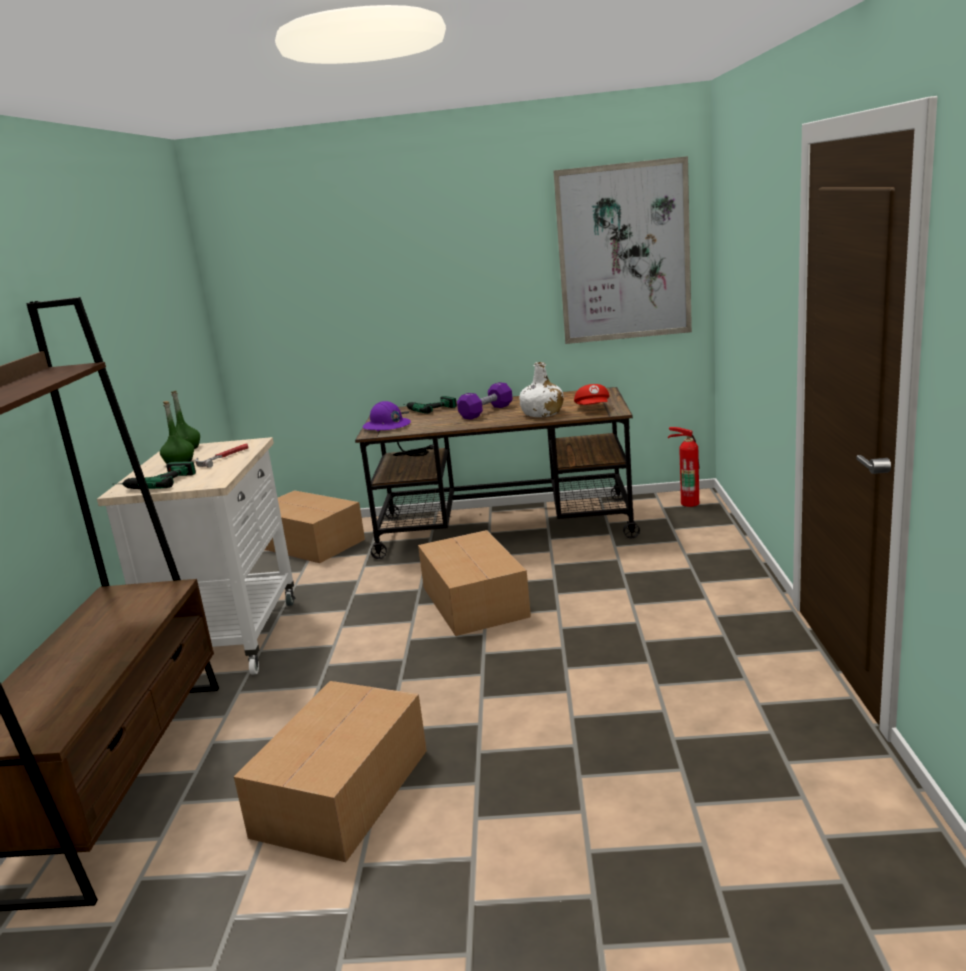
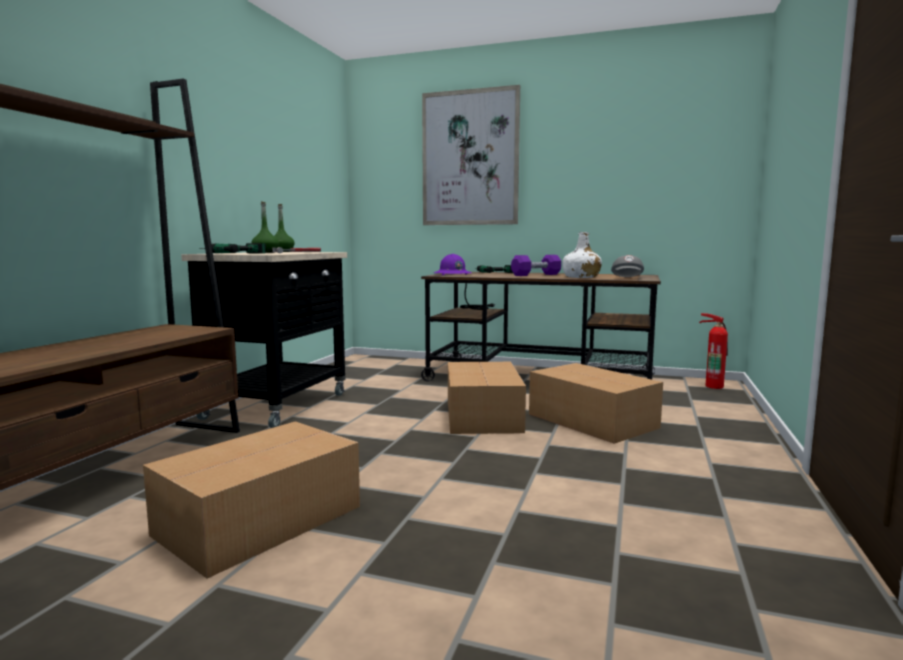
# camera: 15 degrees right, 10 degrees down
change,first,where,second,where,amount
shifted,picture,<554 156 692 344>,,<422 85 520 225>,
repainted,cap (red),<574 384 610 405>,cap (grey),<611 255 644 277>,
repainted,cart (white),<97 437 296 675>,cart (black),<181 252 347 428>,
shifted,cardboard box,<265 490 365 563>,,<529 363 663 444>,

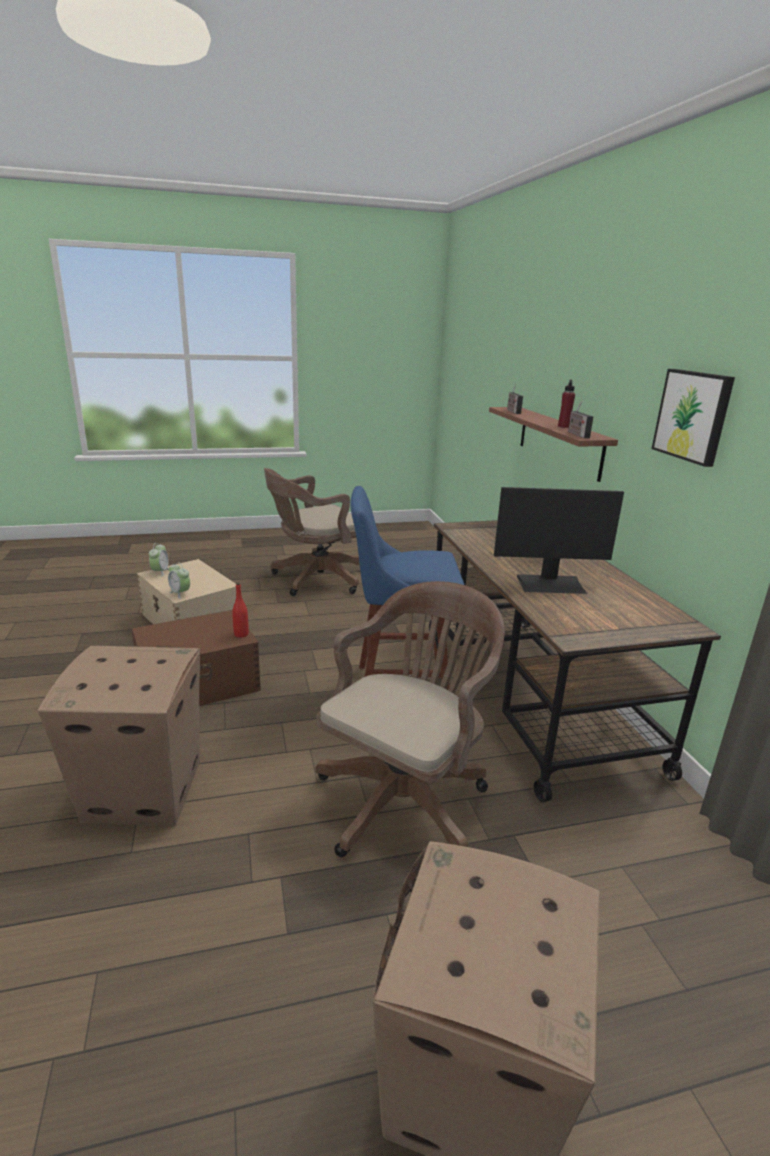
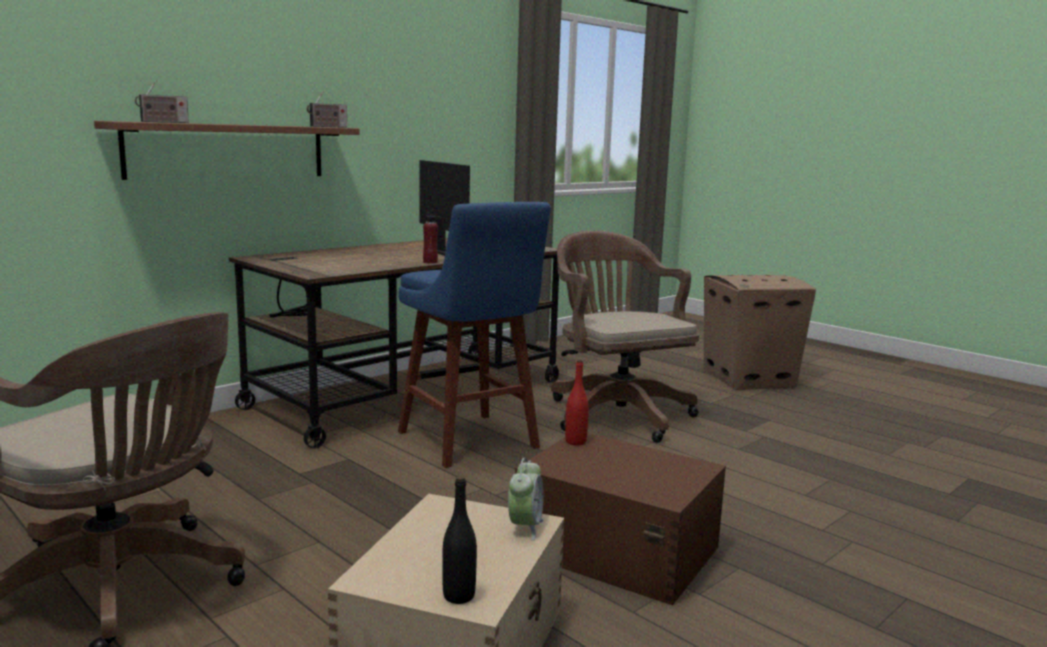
# camera: 120 degrees left, 10 degrees down
change,first,where,second,where,amount
gone,picture,<651 369 735 467>,,,
shifted,bottle (red),<558 380 575 428>,,<423 209 438 264>,
swapped,alarm clock,<149 543 169 577>,bottle (black),<442 476 477 604>,
rotated,office chair (brown),<315 581 505 857>,,<551 231 699 443>,60 degrees clockwise
gone,cardboard box,<38 646 200 826>,,,

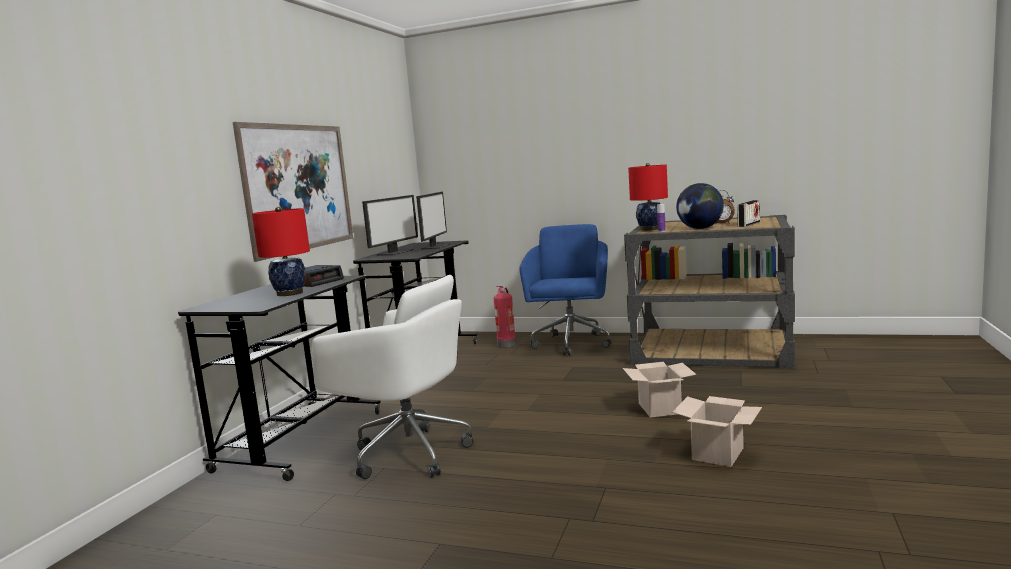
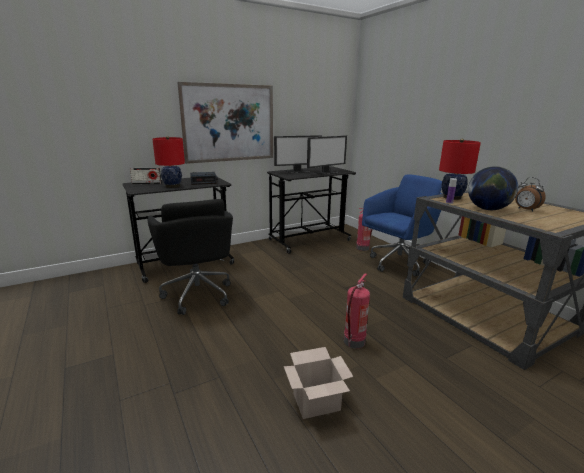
# camera: 40 degrees right, 10 degrees up
change,first,where,second,where,amount
shifted,radio,<737 200 760 227>,,<130 168 161 184>,
repainted,office chair (white),<312 275 473 479>,office chair (black),<147 199 233 315>,
swapped,cardboard box,<622 362 696 417>,fire extinguisher,<344 273 370 349>,

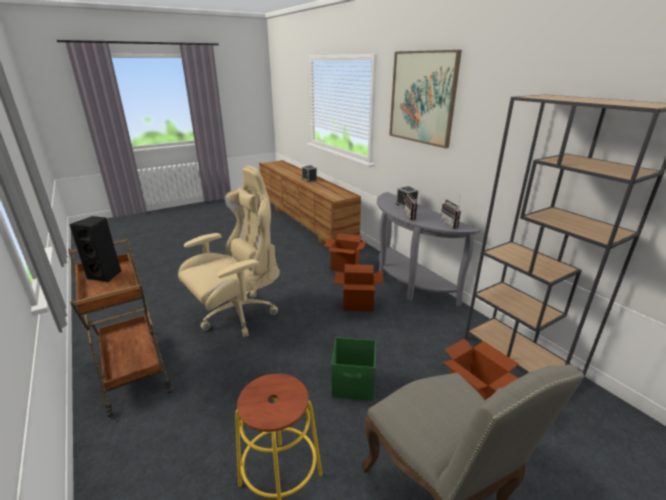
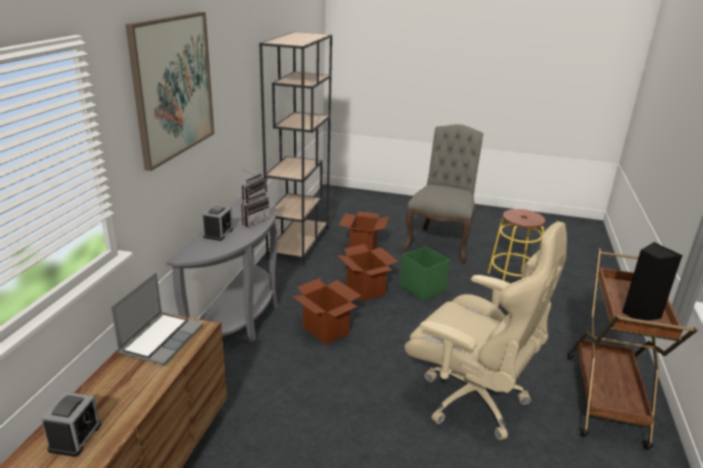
# camera: 135 degrees left, 0 degrees up
change,first,where,second,where,amount
rotated,office chair (beige),<178 166 280 337>,,<404 221 567 440>,150 degrees counterclockwise
shifted,cardboard box,<323 233 367 272>,,<337 244 398 301>,
new,,,laptop,<111 272 203 365>,

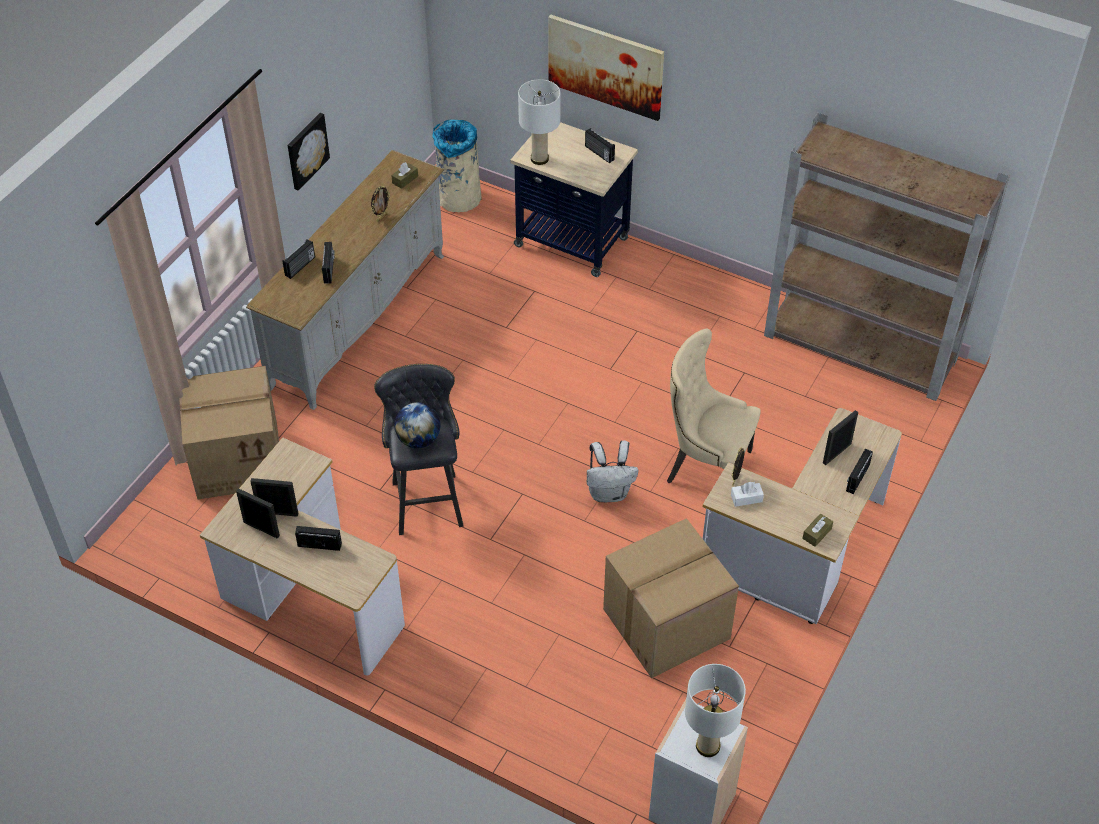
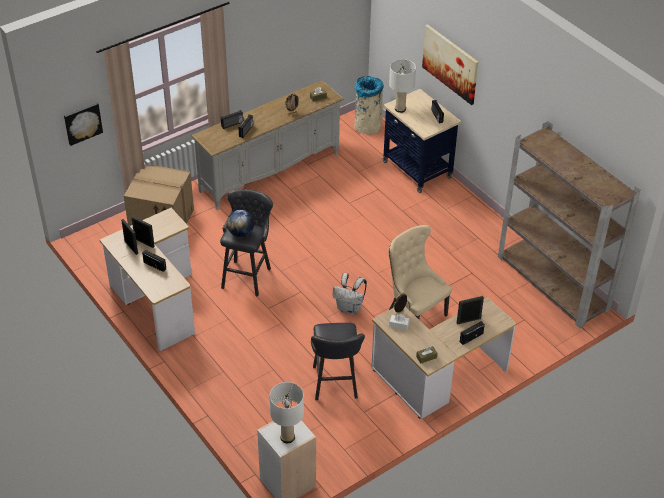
# camera: 25 degrees right, 5 degrees down
change,first,where,second,where,amount
shifted,picture,<288 113 330 191>,,<64 103 103 146>,
swapped,cardboard box,<603 518 739 678>,stool (black),<311 323 365 400>,

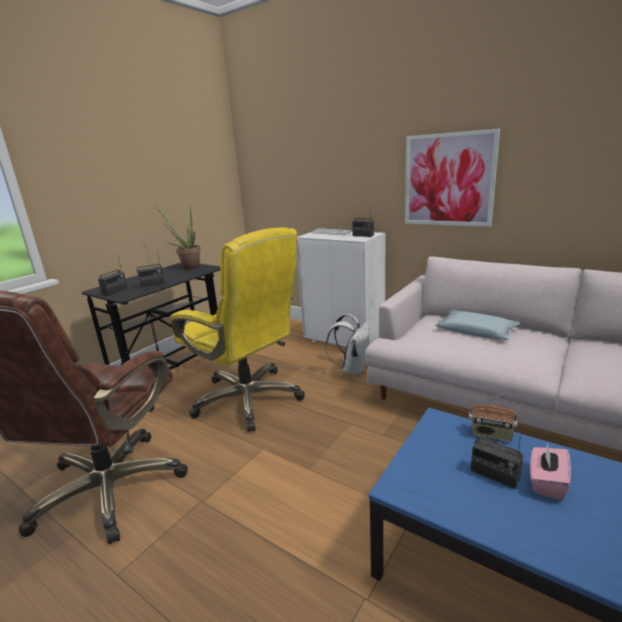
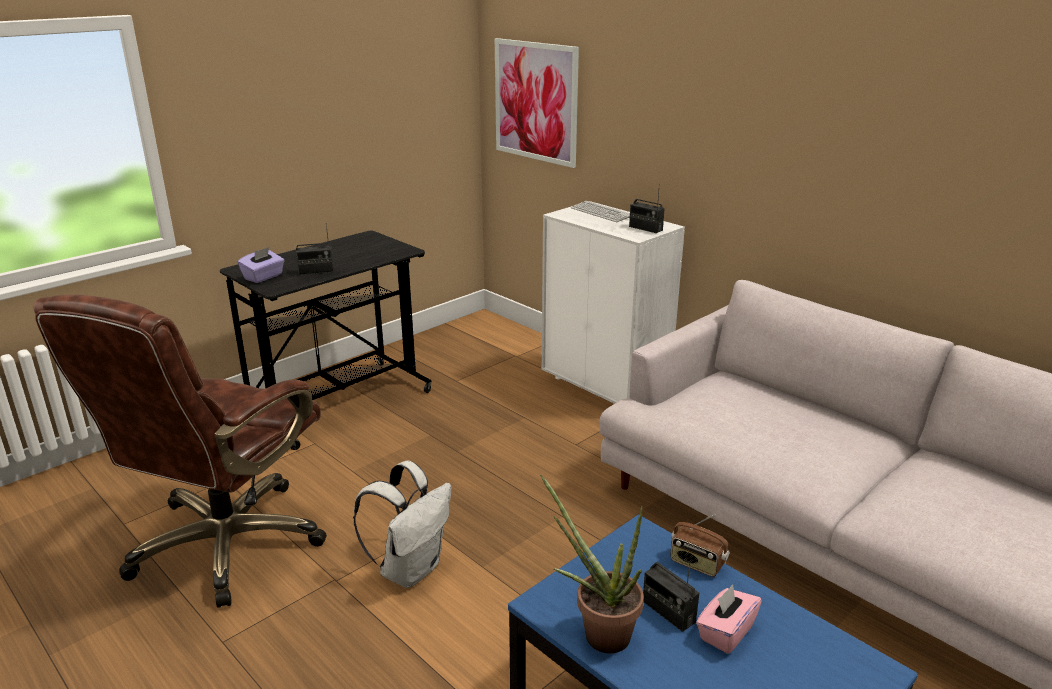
# camera: 10 degrees right, 5 degrees up
change,first,where,second,where,amount
shifted,picture,<405 128 500 227>,,<495 38 579 168>,
shifted,potted plant,<156 206 201 270>,,<540 475 644 654>,
gone,office chair (yellow),<171 228 305 432>,,,
swapped,radio,<98 254 128 296>,tissue box (purple),<237 247 284 283>,
gone,pillow (blue),<435 309 520 340>,,,
shifted,backpack (white),<325 314 369 376>,,<353 461 451 588>,

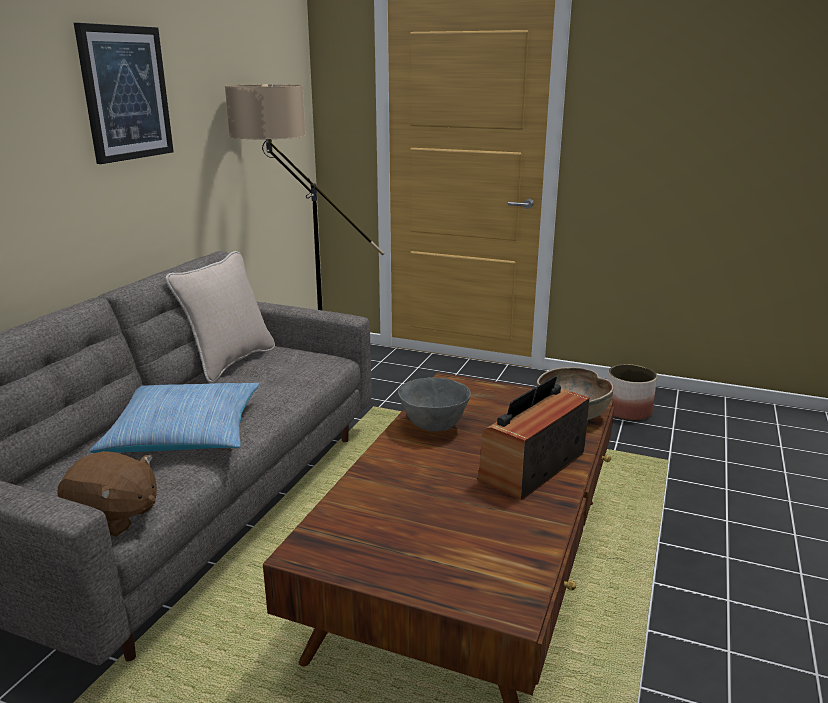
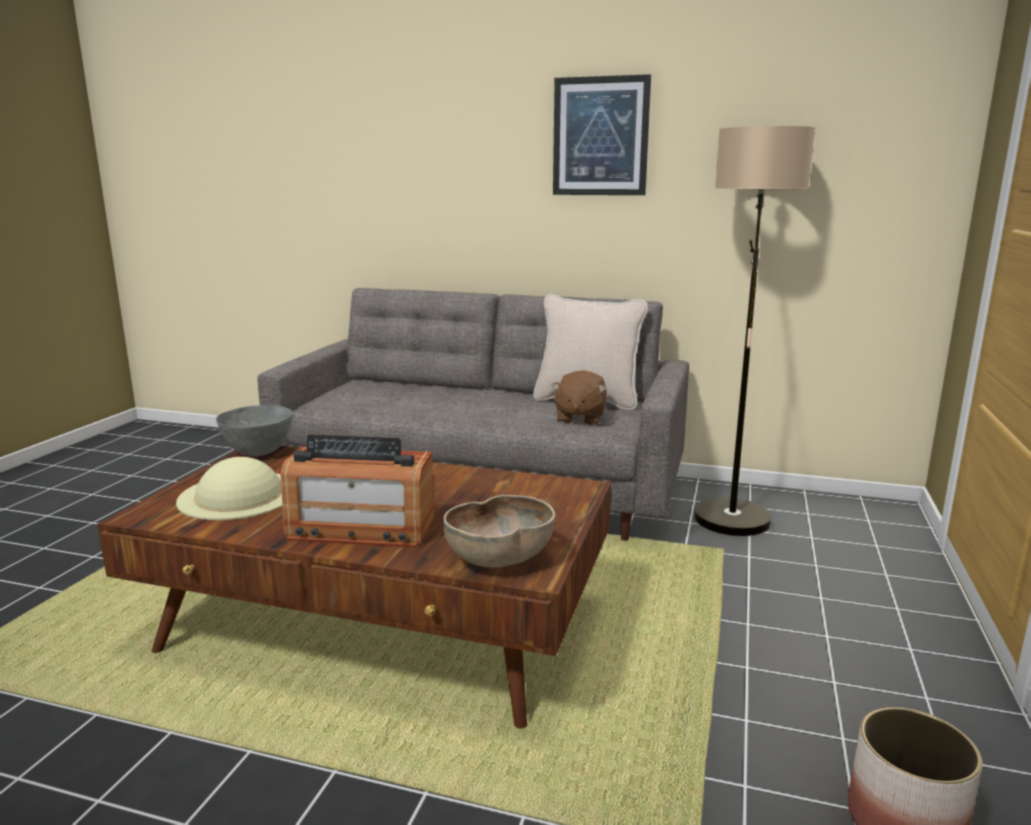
# camera: 85 degrees right, 5 degrees down
change,first,where,second,where,amount
rotated,radio,<477 376 590 500>,,<280 435 434 547>,150 degrees clockwise
shifted,bowl (grey),<398 377 471 432>,,<216 405 293 456>,
gone,pillow,<89 383 260 453>,,,
shifted,plush toy (brown),<57 451 157 536>,,<551 370 607 426>,
new,,,hat (beige),<176 457 283 520>,

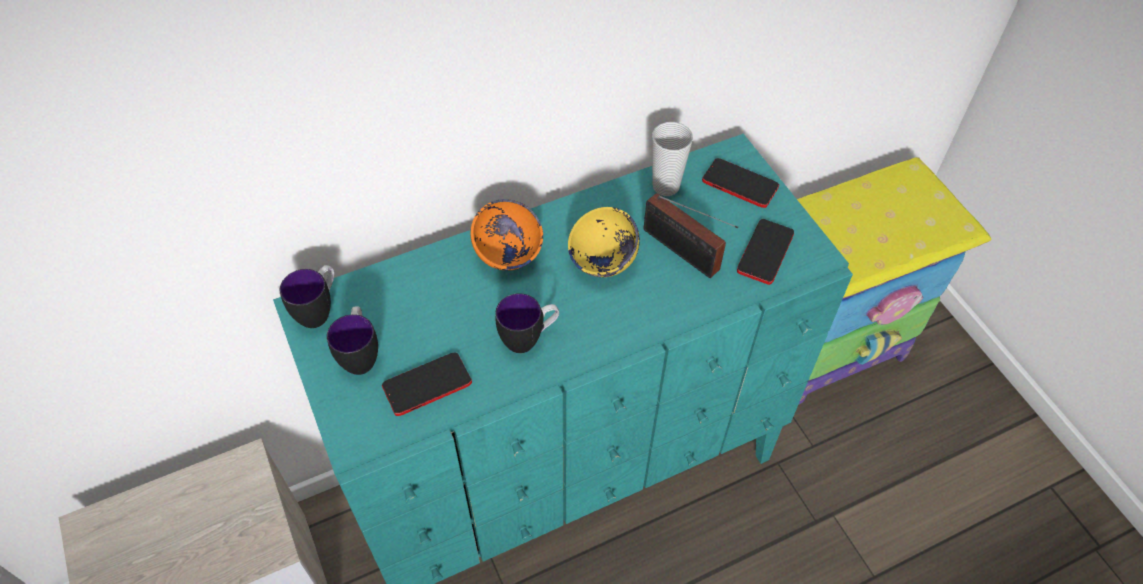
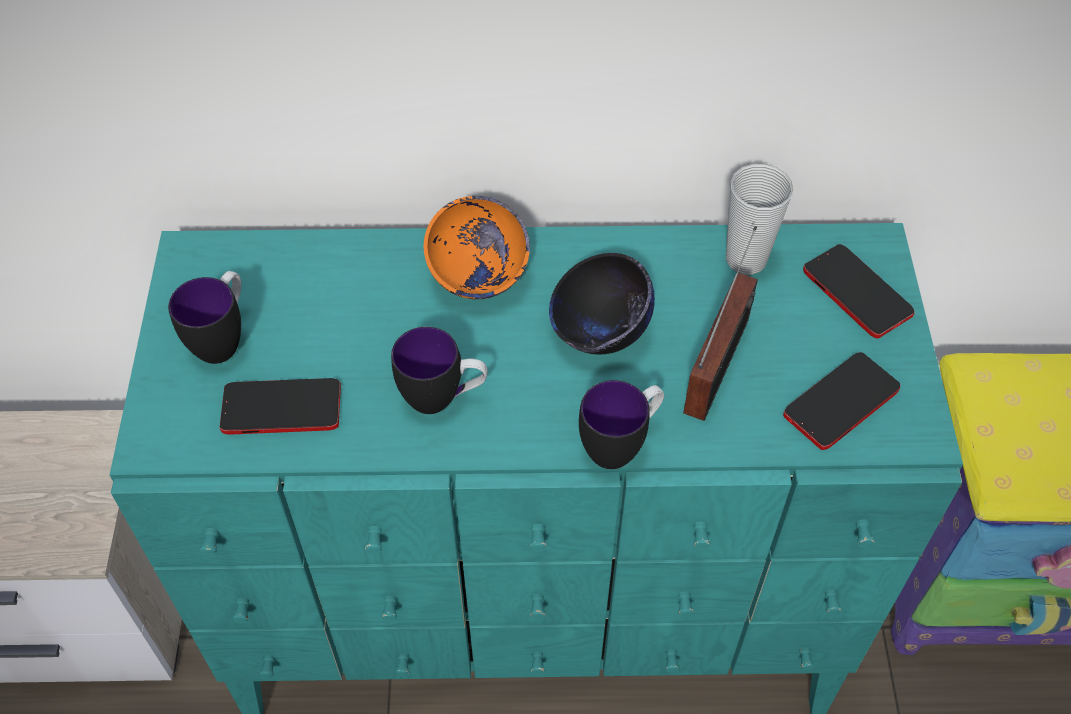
# camera: 25 degrees right, 0 degrees up
change,first,where,second,where,amount
rotated,radio,<644 193 738 278>,,<683 226 758 421>,135 degrees counterclockwise
repainted,bowl (yellow),<568 207 640 277>,bowl (black),<549 253 655 355>,
shifted,mug,<279 265 334 328>,,<579 380 664 469>,

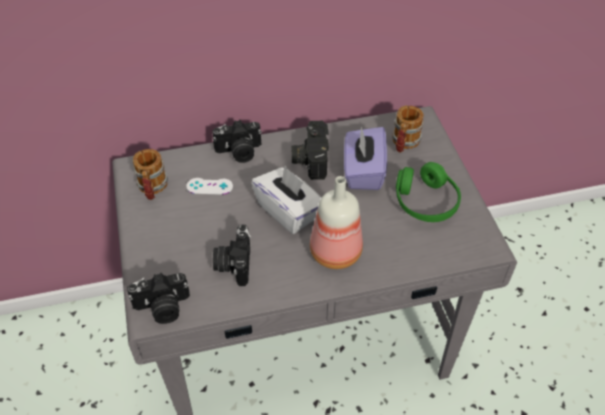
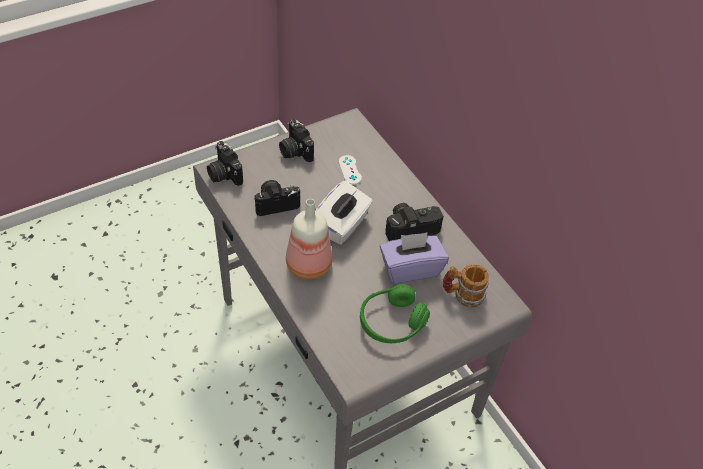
# camera: 70 degrees right, 0 degrees up
change,first,where,second,where,amount
shifted,photo camera,<212 120 262 163>,,<279 119 314 162>,
gone,mug,<133 149 168 200>,,,

